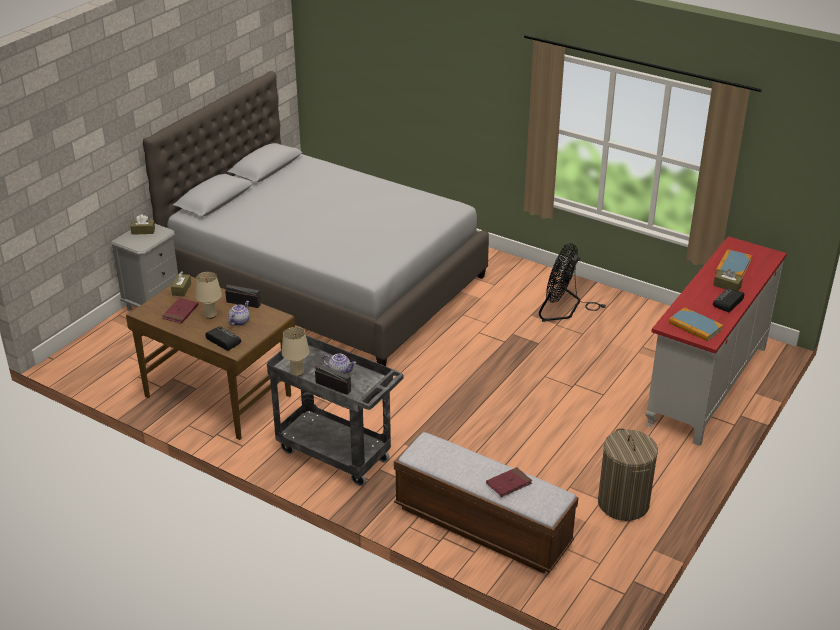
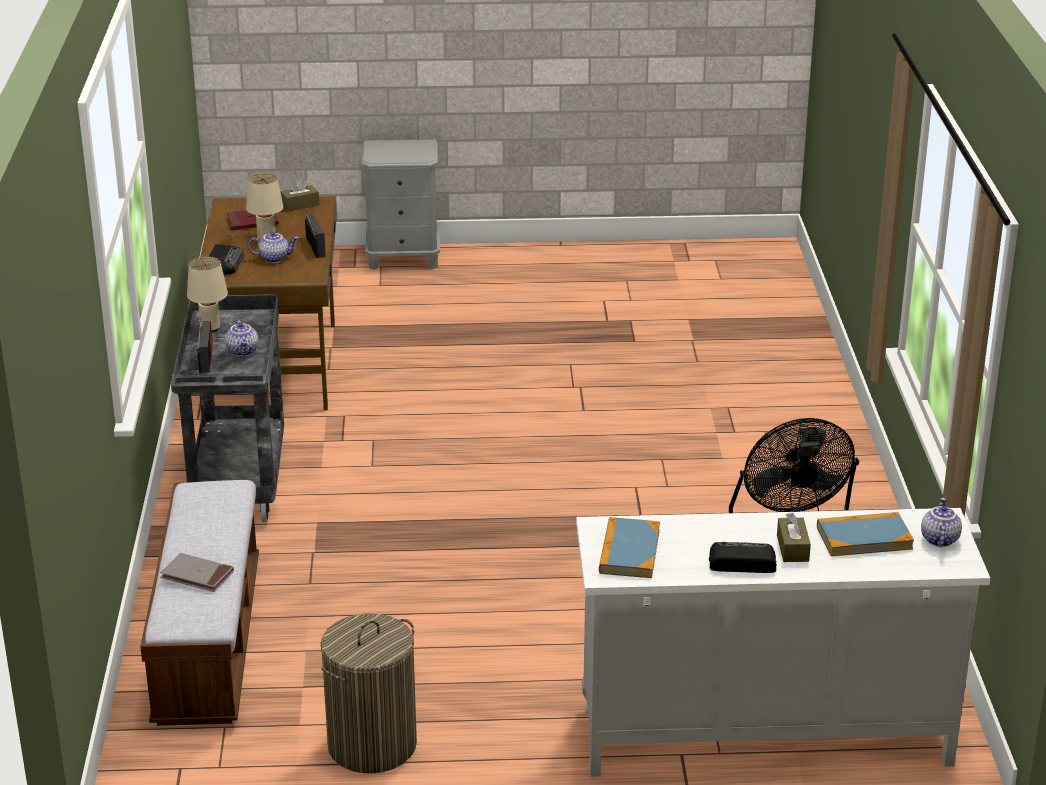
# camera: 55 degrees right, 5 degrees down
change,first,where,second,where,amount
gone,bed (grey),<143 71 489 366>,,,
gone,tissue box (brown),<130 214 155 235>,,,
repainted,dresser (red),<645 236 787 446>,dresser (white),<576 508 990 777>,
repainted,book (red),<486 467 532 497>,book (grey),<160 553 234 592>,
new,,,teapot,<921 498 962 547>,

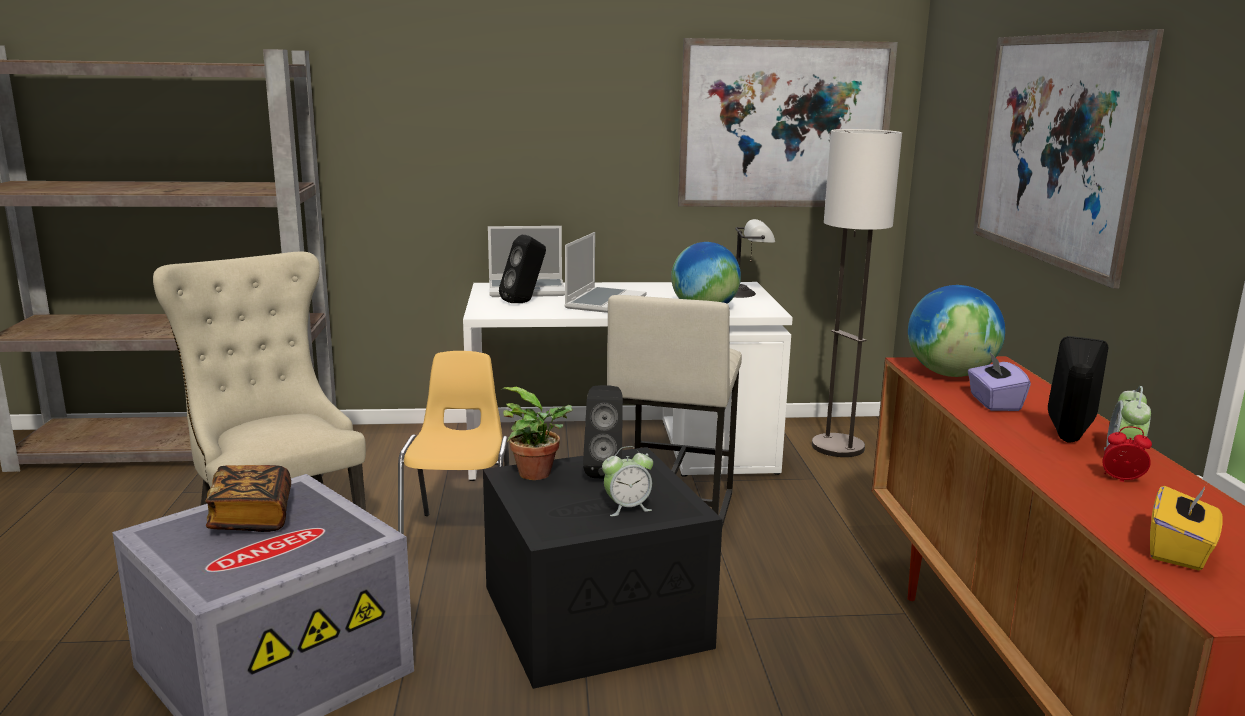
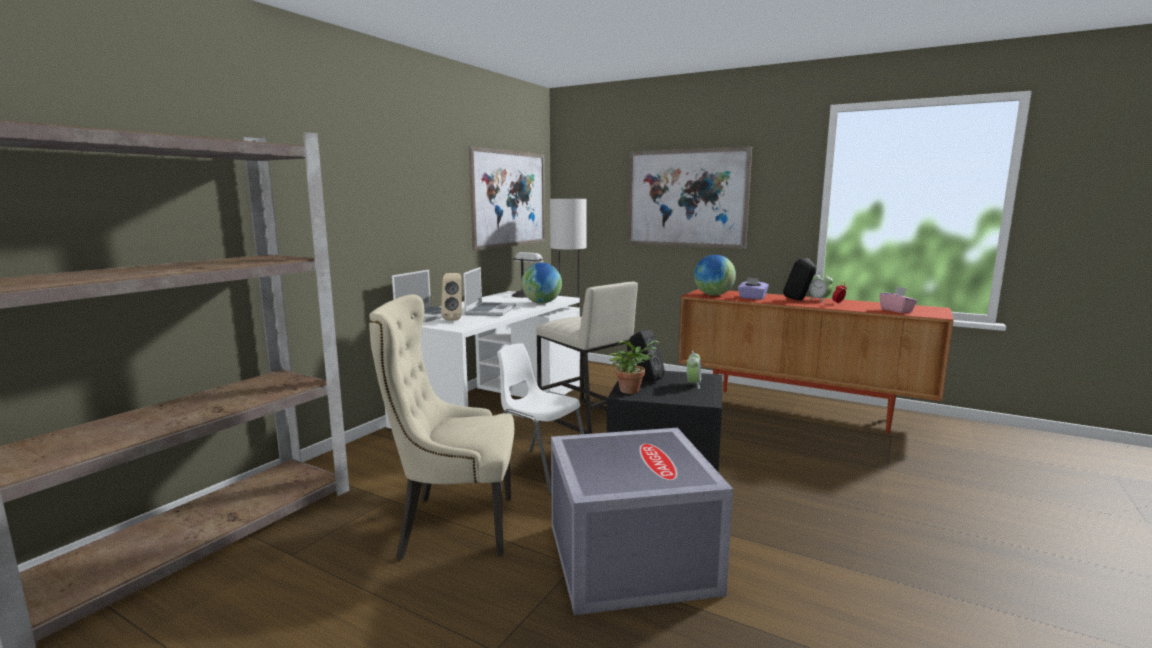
# camera: 55 degrees left, 5 degrees down
change,first,where,second,where,amount
rotated,laptop,<564 232 646 313>,,<463 267 516 316>,45 degrees clockwise
repainted,speaker (black),<499 235 546 303>,speaker (beige),<441 273 462 321>,
repainted,chair (yellow),<398 351 509 535>,chair (white),<497 343 584 495>,
gone,book,<206 465 291 532>,,,
repainted,tissue box (yellow),<1150 485 1223 570>,tissue box (pink),<879 287 917 313>,

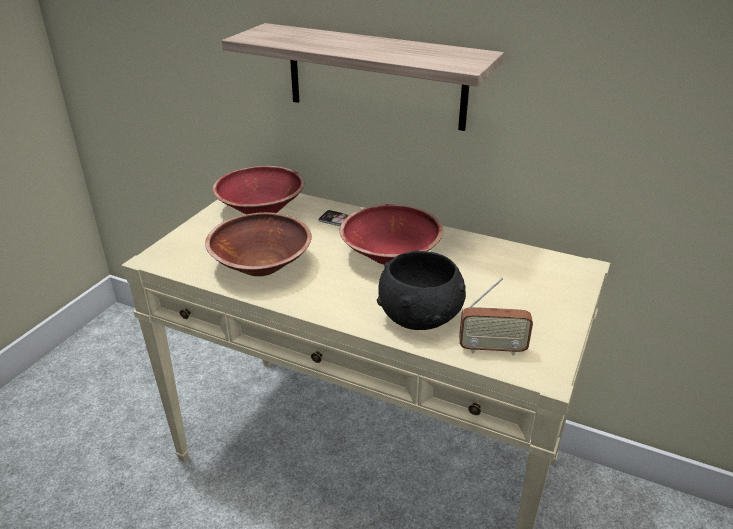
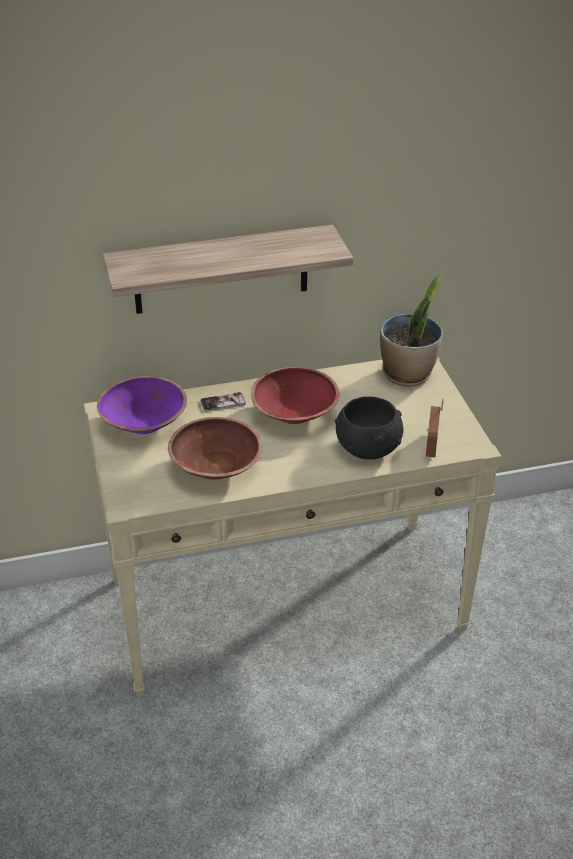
# camera: 40 degrees left, 5 degrees up
change,first,where,second,where,amount
repainted,bowl (red),<213 166 305 214>,bowl (purple),<97 376 187 434>,
rotated,radio,<459 277 533 356>,,<425 399 444 457>,135 degrees clockwise
new,,,potted plant,<380 272 443 387>,

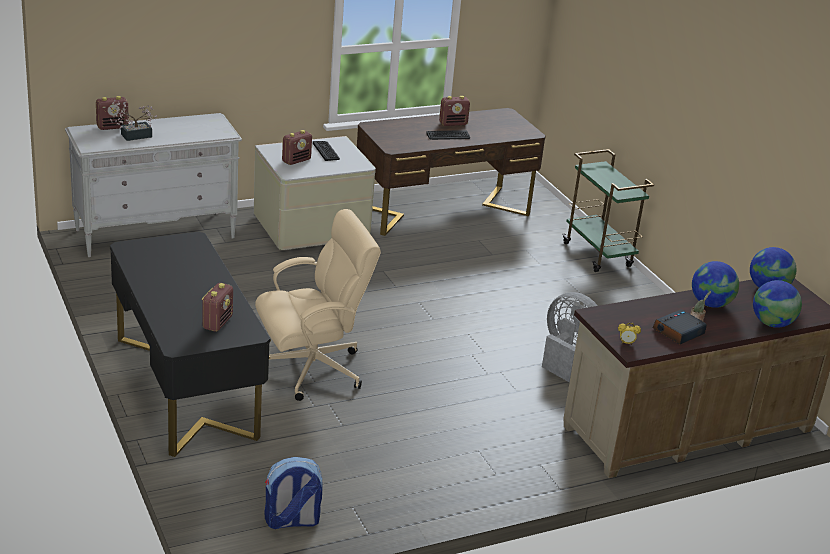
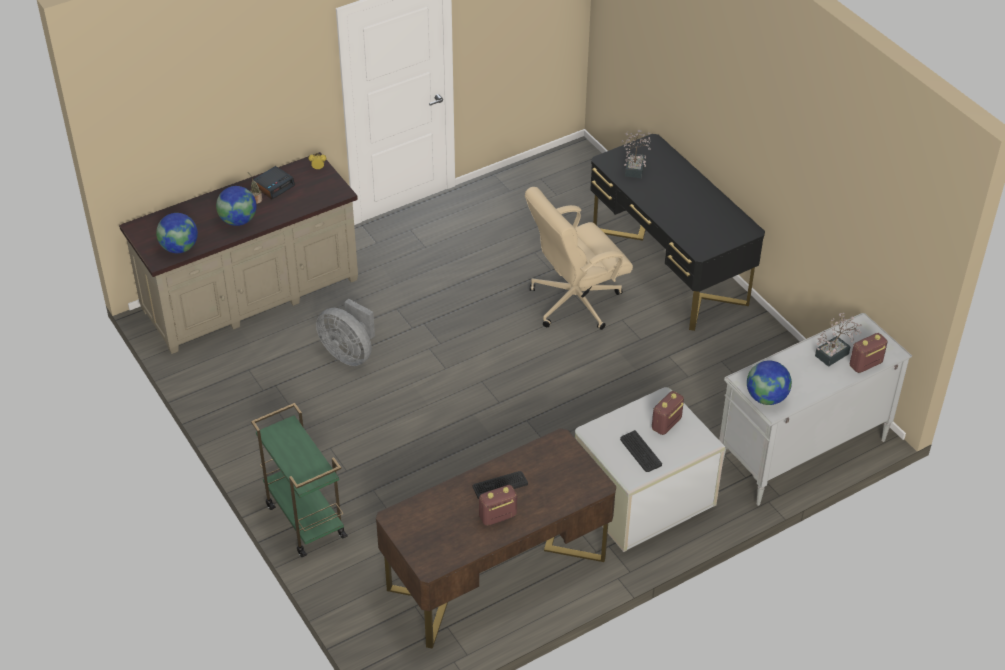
# camera: 175 degrees right, 15 degrees up
change,first,where,second,where,amount
shifted,globe,<753 280 802 328>,,<747 361 792 405>,
swapped,radio,<202 283 233 332>,potted plant,<622 130 651 178>,
gone,backpack,<264 457 323 529>,,,

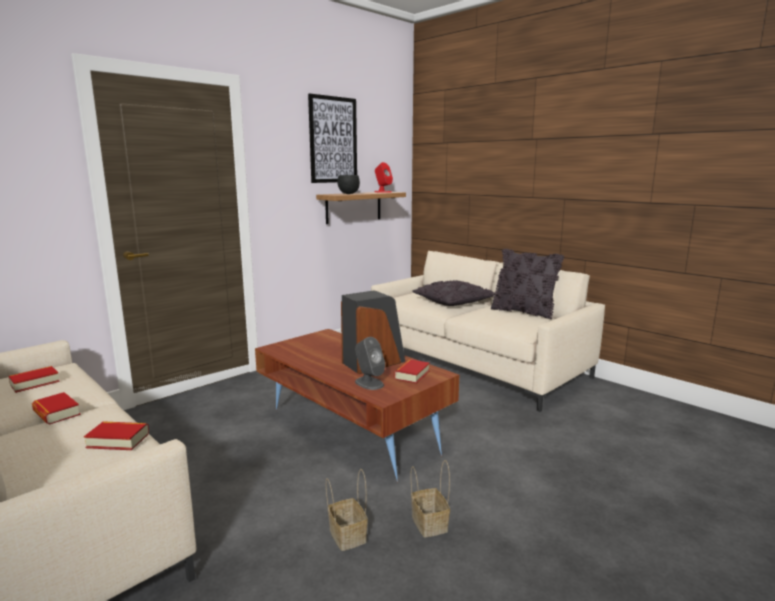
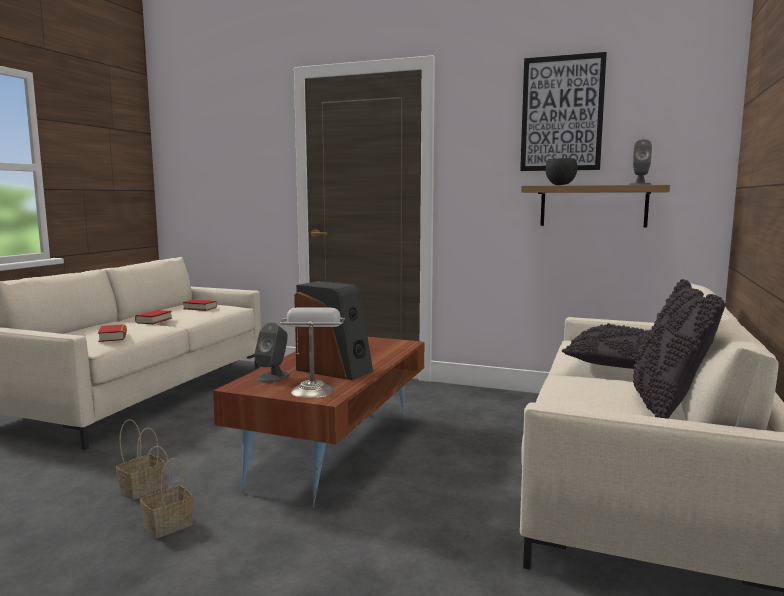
# camera: 65 degrees right, 5 degrees down
change,first,where,second,where,amount
repainted,speaker (red),<375 162 393 193>,speaker (grey),<629 139 652 185>,
swapped,book,<394 359 430 383>,table lamp (white),<280 307 345 398>,

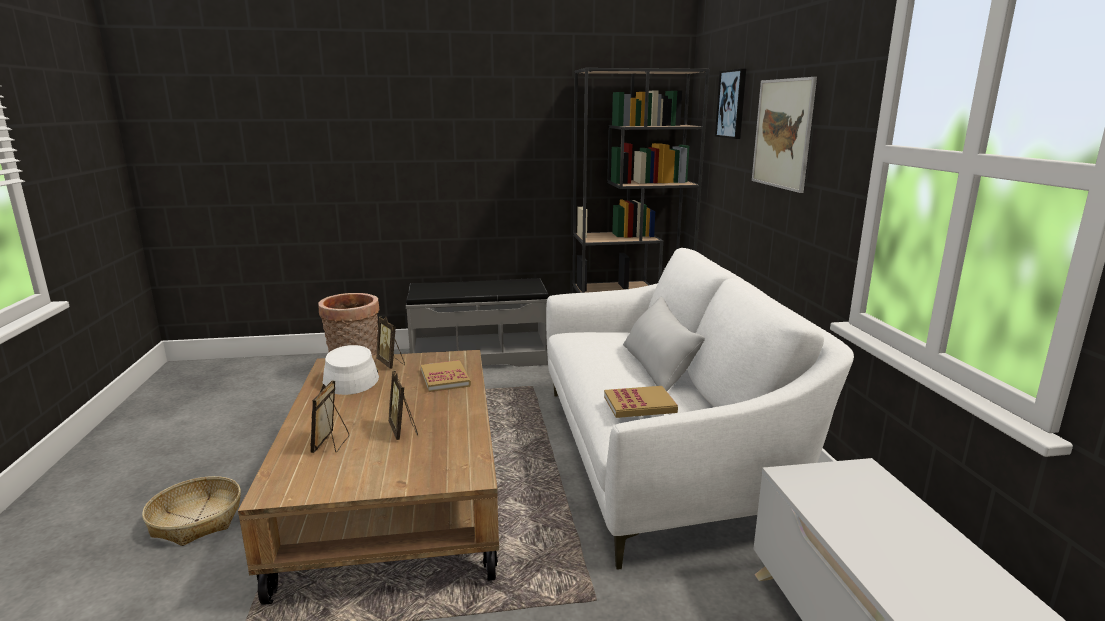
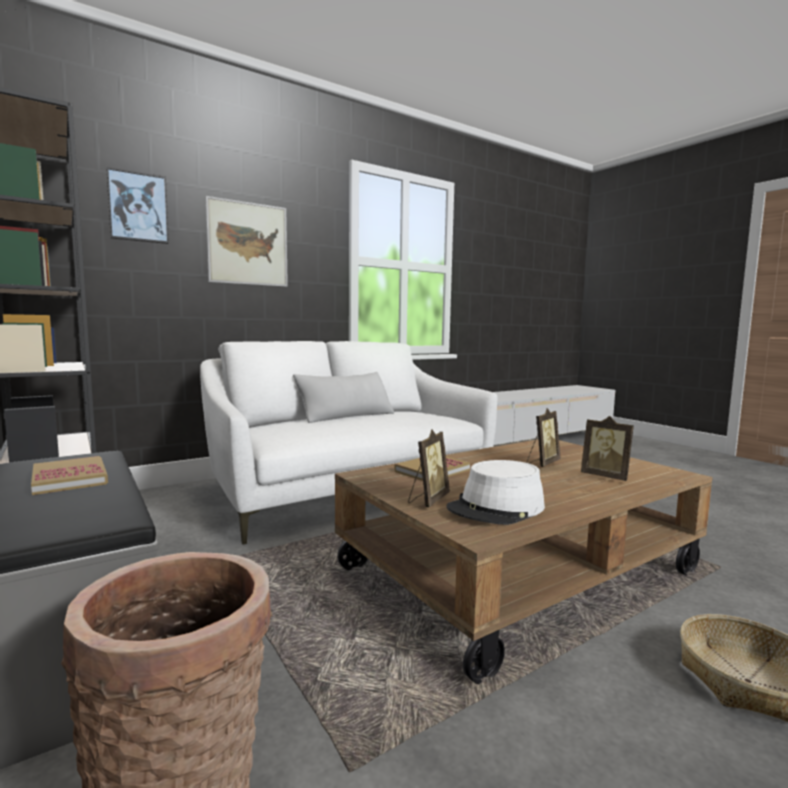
# camera: 115 degrees left, 10 degrees down
change,first,where,second,where,amount
rotated,picture frame,<310 380 349 453>,,<581 416 634 481>,60 degrees clockwise
shifted,book,<604 386 678 418>,,<31 456 108 495>,

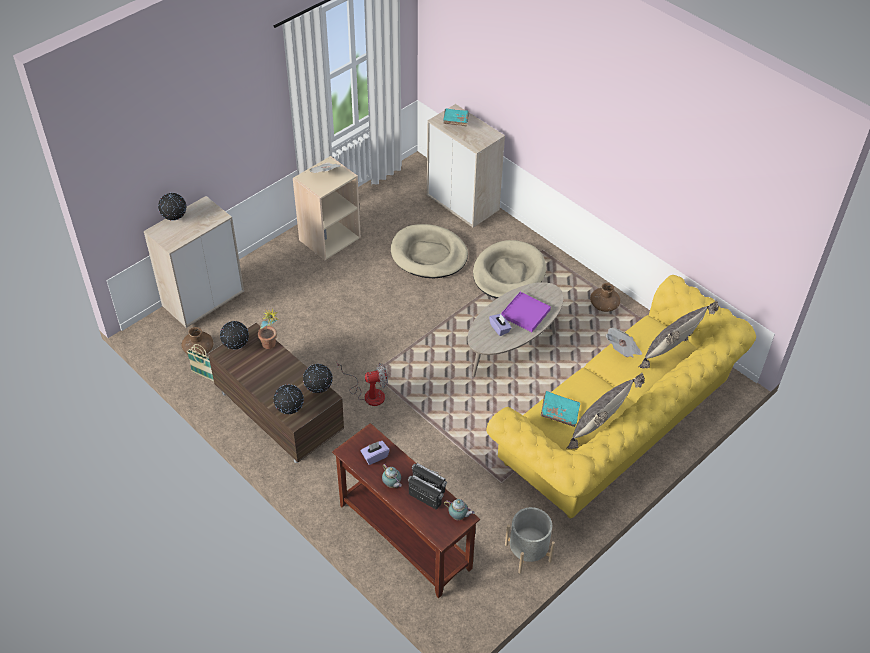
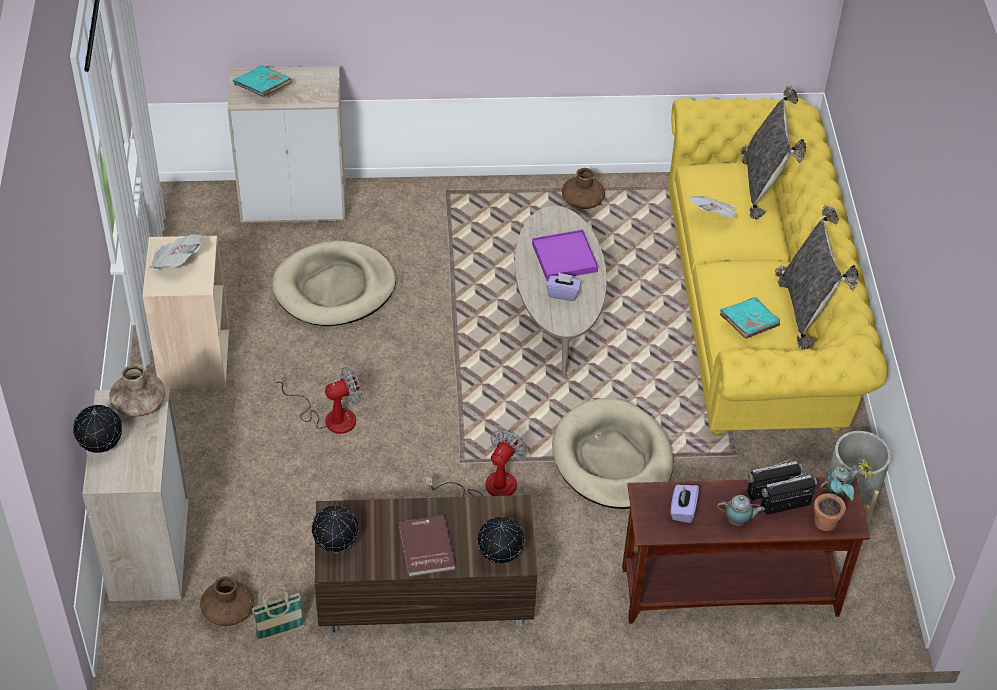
# camera: 50 degrees left, 0 degrees up
change,first,where,second,where,amount
shifted,dog bed (beige),<473 240 546 299>,,<552 398 673 509>,
shifted,potted plant,<258 308 279 349>,,<814 457 874 531>,
gone,globe,<303 364 333 393>,,,
new,,,vase (brown),<109 364 165 417>,
new,,,fan,<274 367 362 434>,
new,,,book (red),<399 515 456 577>,

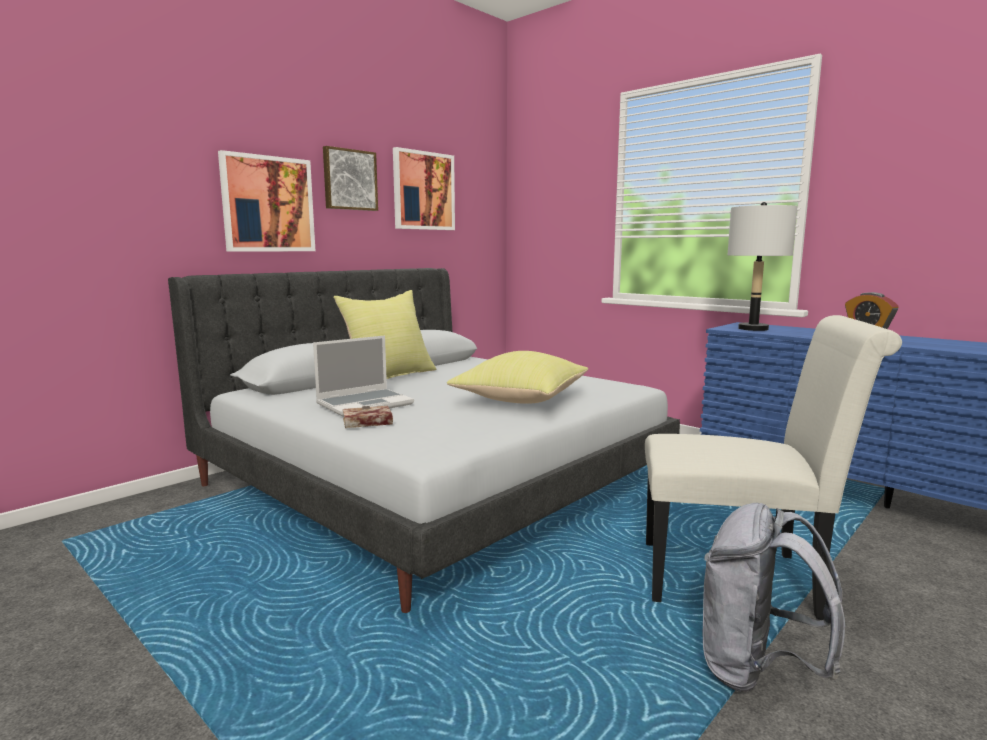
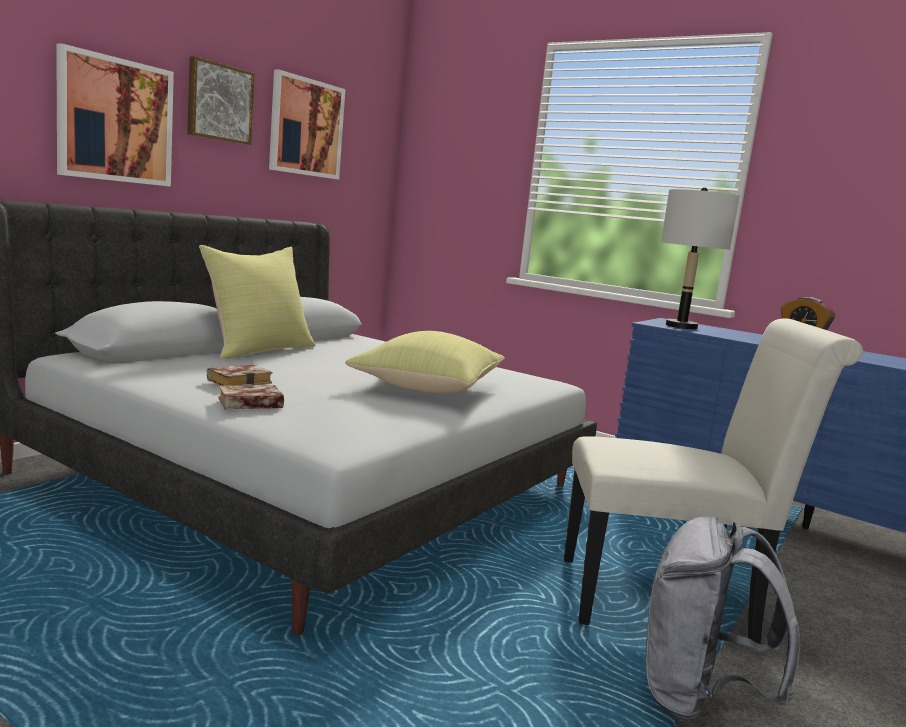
# camera: 10 degrees left, 0 degrees up
change,first,where,second,where,amount
swapped,laptop,<313 335 414 417>,book,<207 364 273 386>,

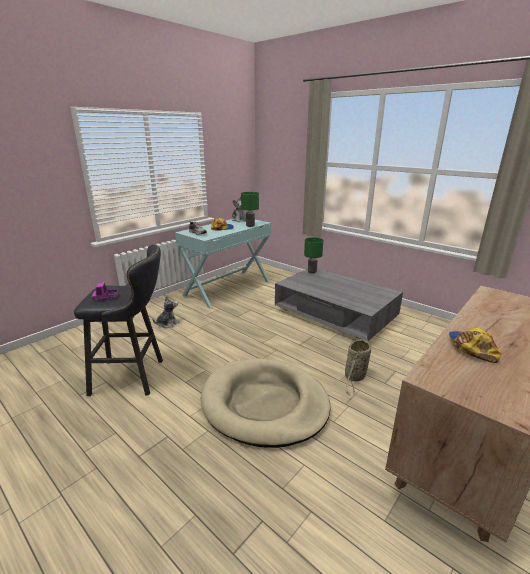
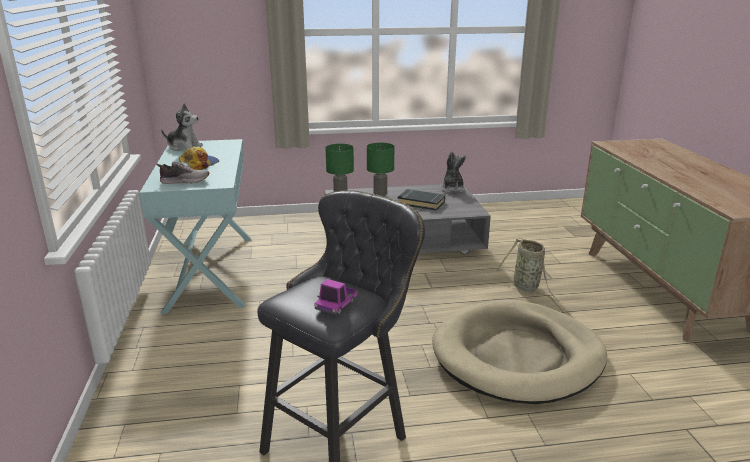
# camera: 50 degrees left, 0 degrees up
change,first,where,second,where,amount
shifted,table lamp (green),<241 192 259 227>,,<367 143 394 196>,
shifted,plush toy,<153 296 180 328>,,<441 151 466 193>,
gone,cap,<449 328 501 363>,,,
new,,,book (black),<398 189 445 211>,

